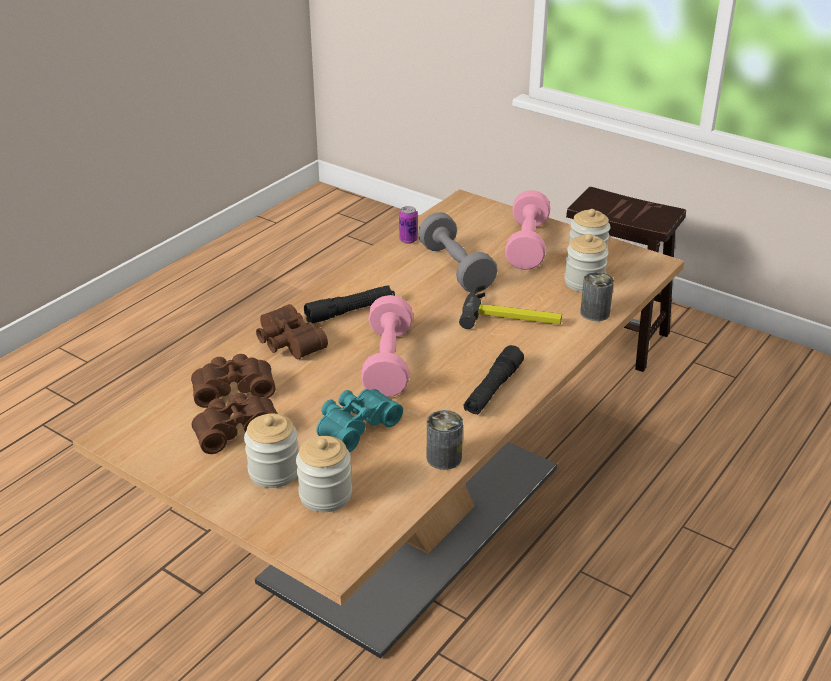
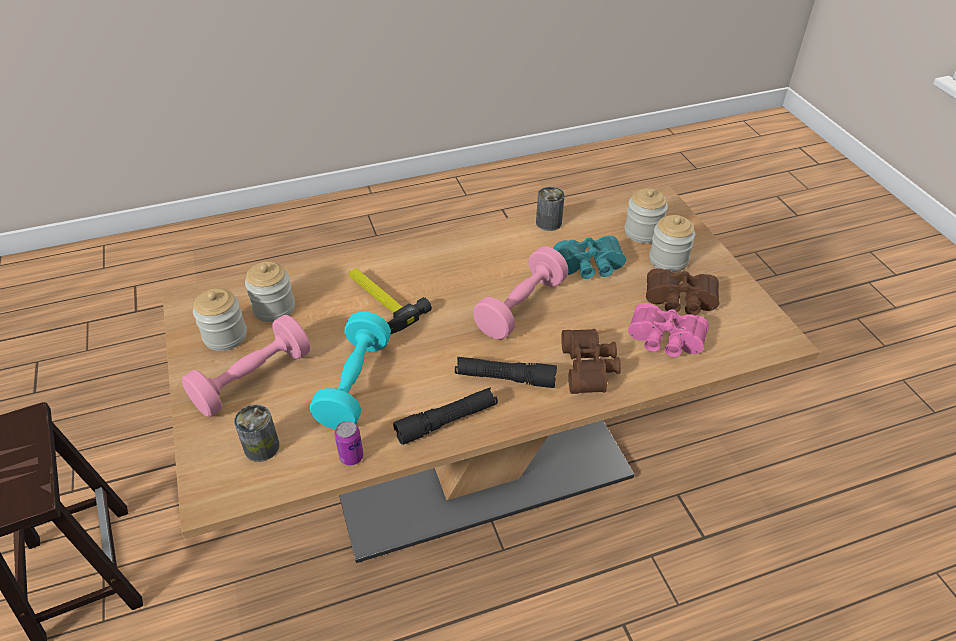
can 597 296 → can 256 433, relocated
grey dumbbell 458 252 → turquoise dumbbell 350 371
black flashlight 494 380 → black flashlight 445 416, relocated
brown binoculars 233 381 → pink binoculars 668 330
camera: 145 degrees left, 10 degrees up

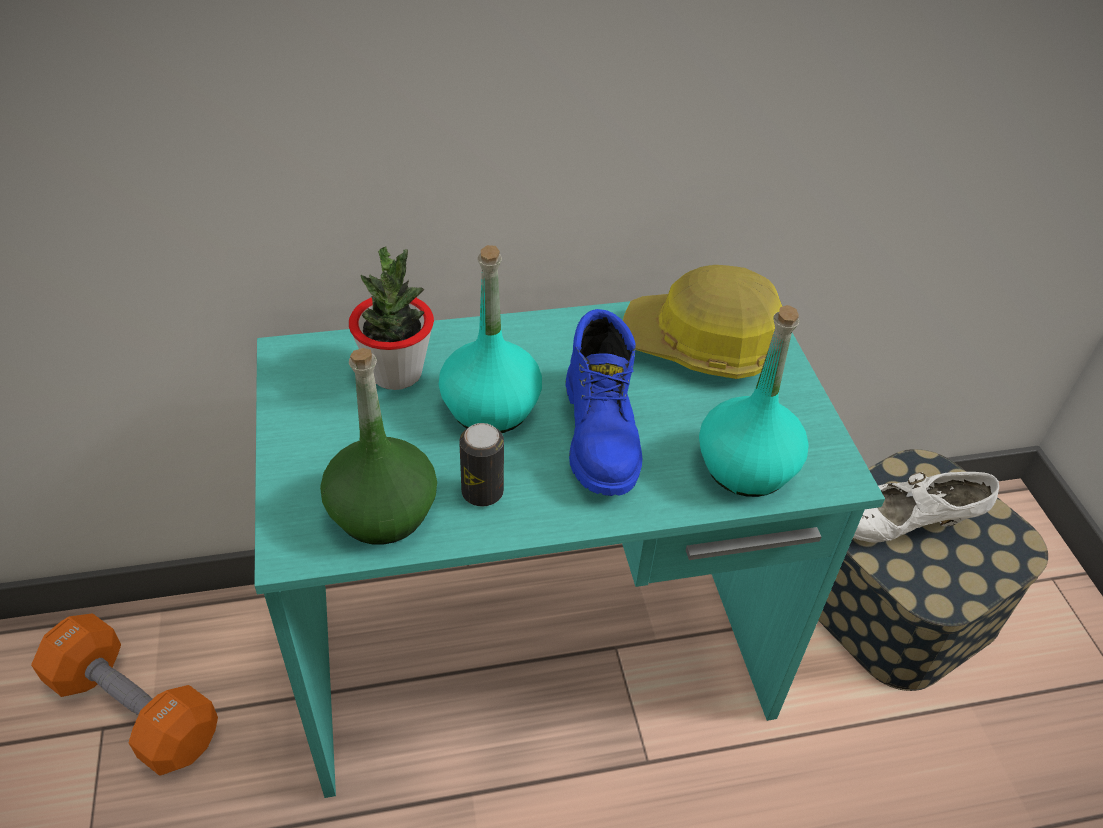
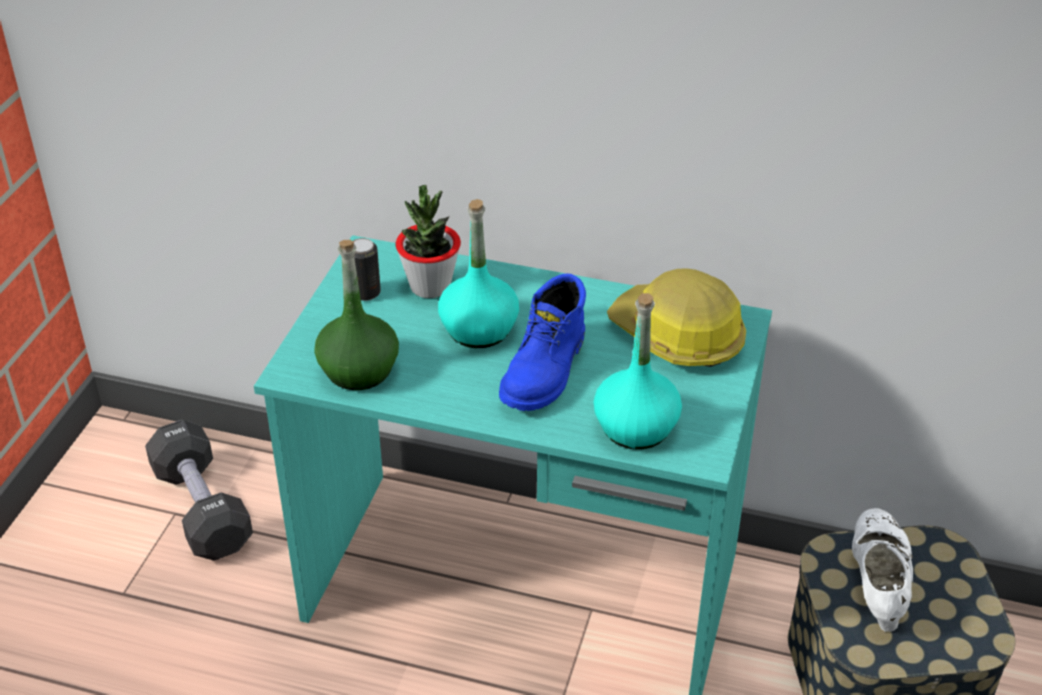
orange dumbbell 124 694 → black dumbbell 199 490
can 481 465 → can 367 269, relocated
white shoe 926 507 → white shoe 882 570, 75 degrees clockwise
camera: 30 degrees right, 5 degrees down

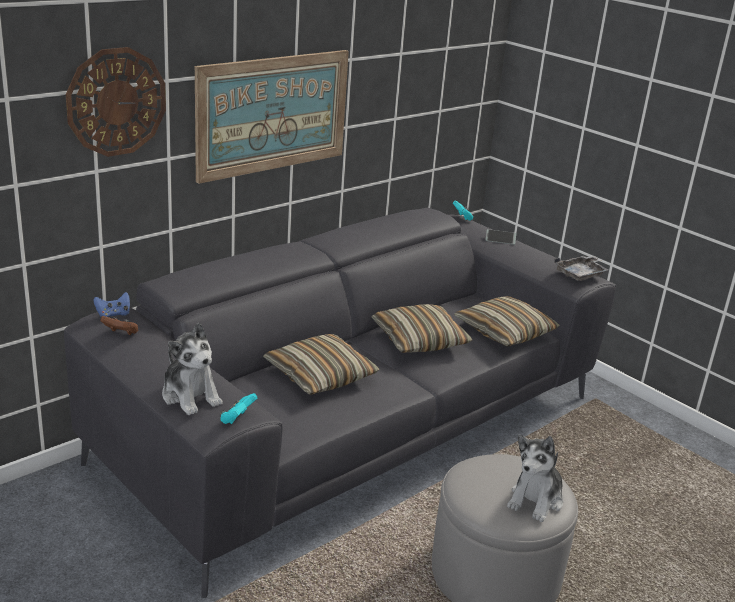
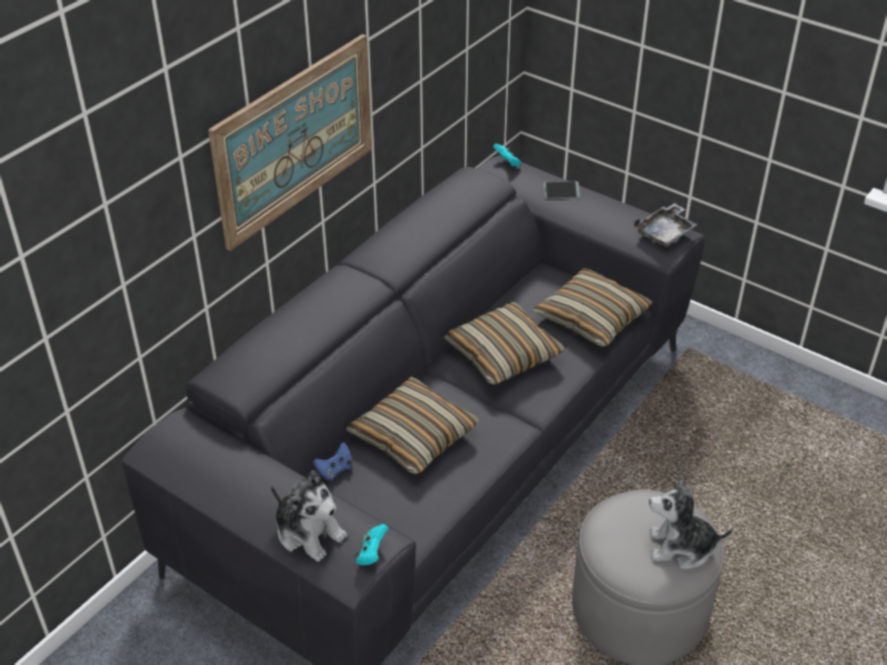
blue game controller 111 304 → blue game controller 333 461, relocated
plush toy 535 478 → plush toy 691 522, 75 degrees clockwise
wall clock 116 102 → -
brown game controller 119 325 → -
camera: 10 degrees left, 15 degrees up

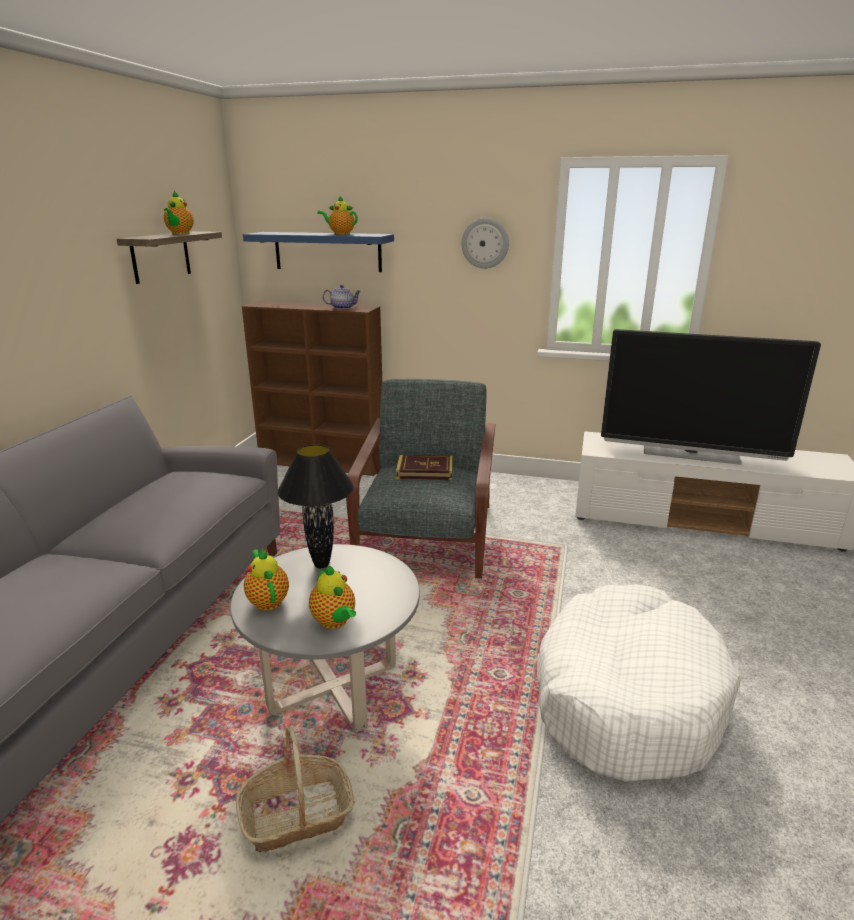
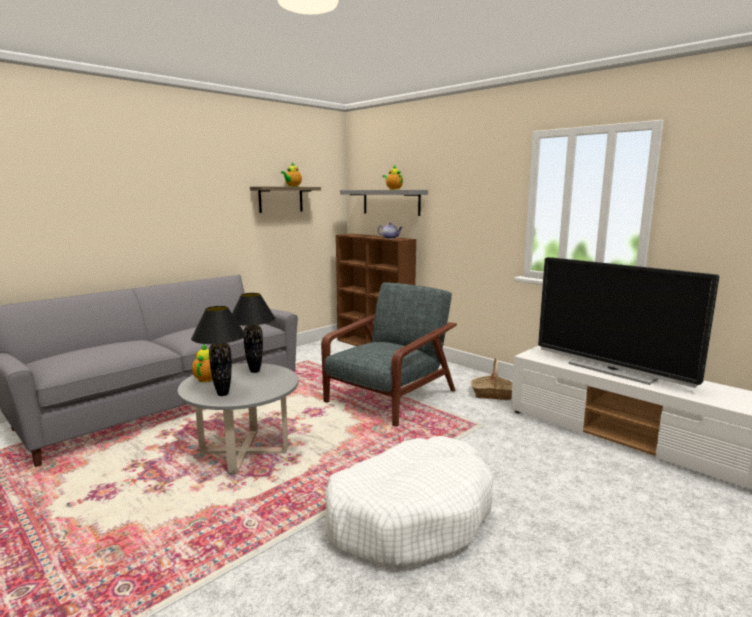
teapot 332 597 → black table lamp 218 351
blue shelf 318 252 → grey shelf 384 203
basket 295 789 → basket 491 378, relocated
book 424 467 → -
wall clock 485 243 → -
camera: 30 degrees right, 10 degrees down

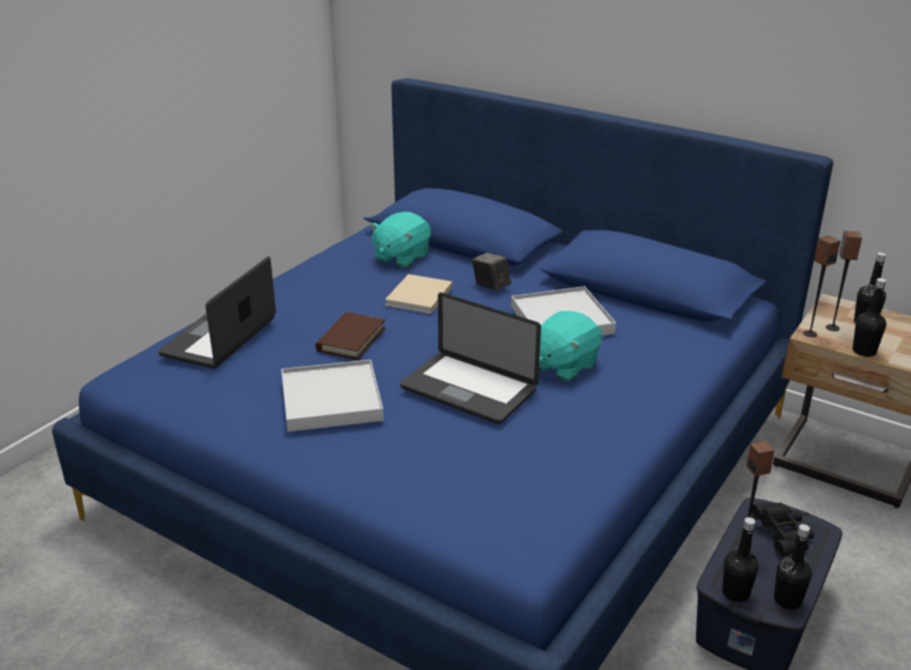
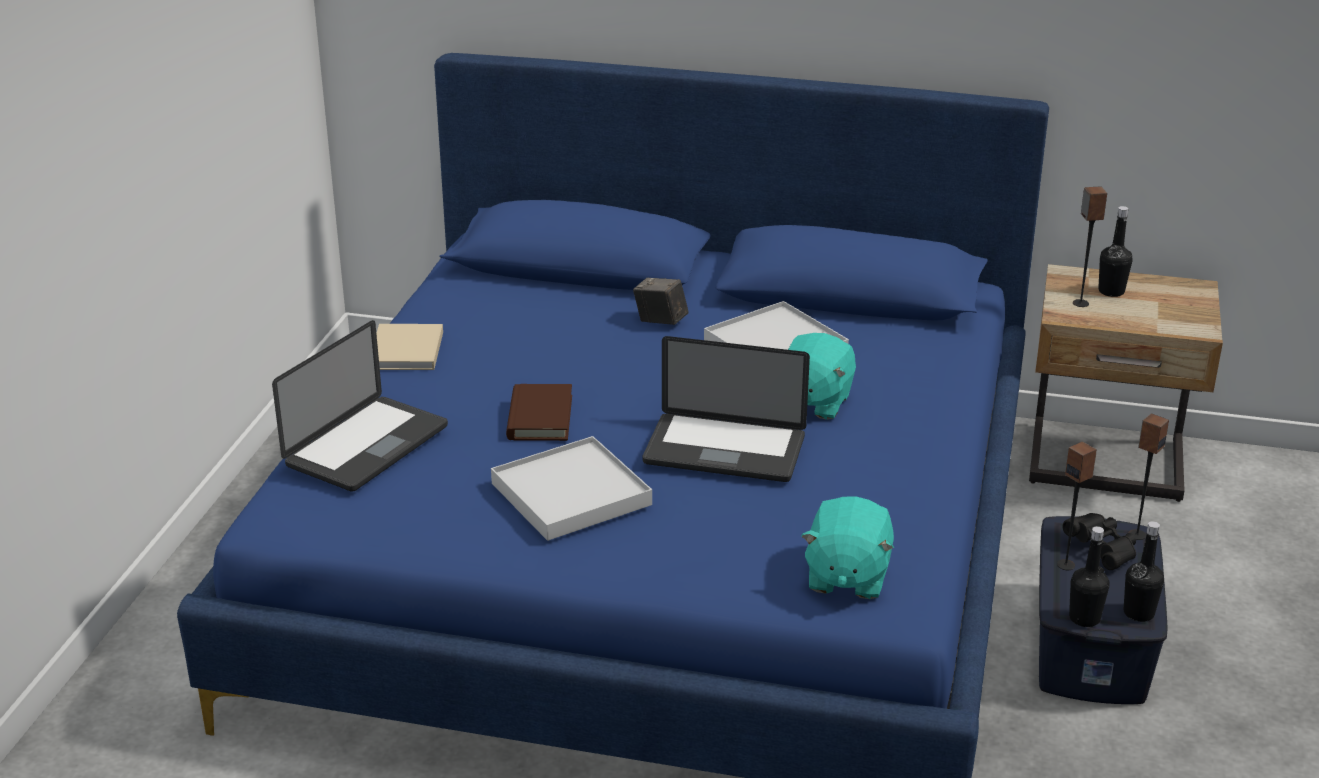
laptop 217 312 → laptop 360 406, 150 degrees counterclockwise
beige book 419 294 → beige book 409 347, relocated
turquoise plush toy 400 240 → turquoise plush toy 847 548, relocated
speaker 821 286 → speaker 1149 477, relocated
black bottle 869 317 → -
camera: 20 degrees left, 0 degrees up

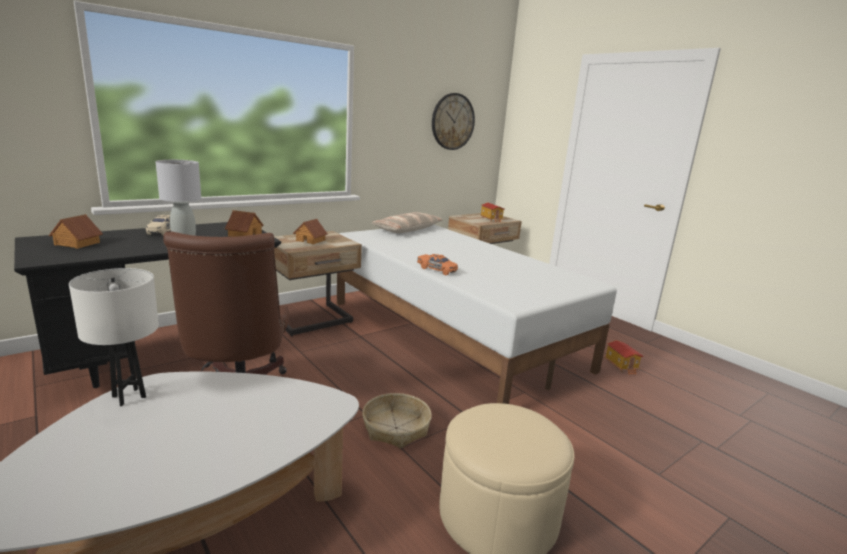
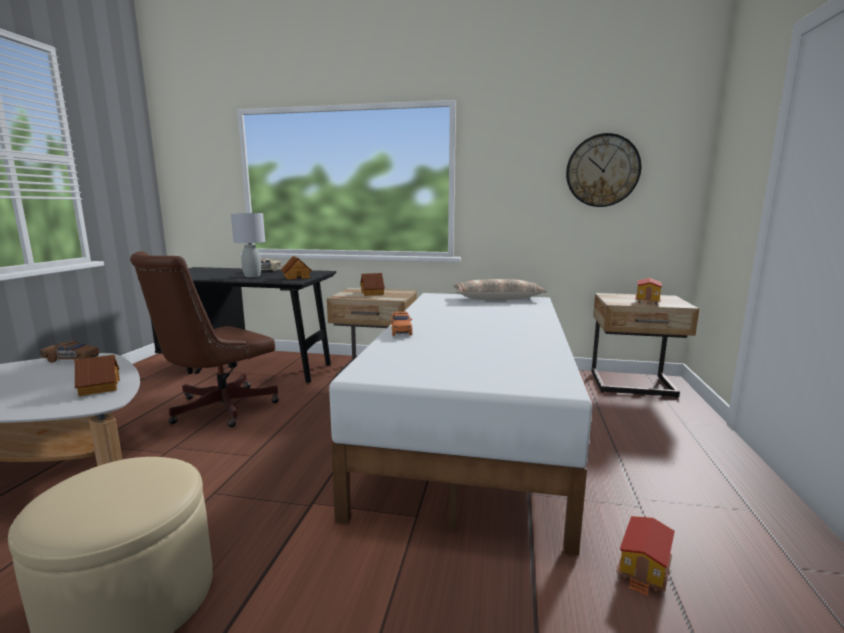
white table lamp 114 337 → brown toy car 69 352
toy house 76 231 → toy house 97 375, relocated
basket 397 420 → -
camera: 50 degrees right, 5 degrees down

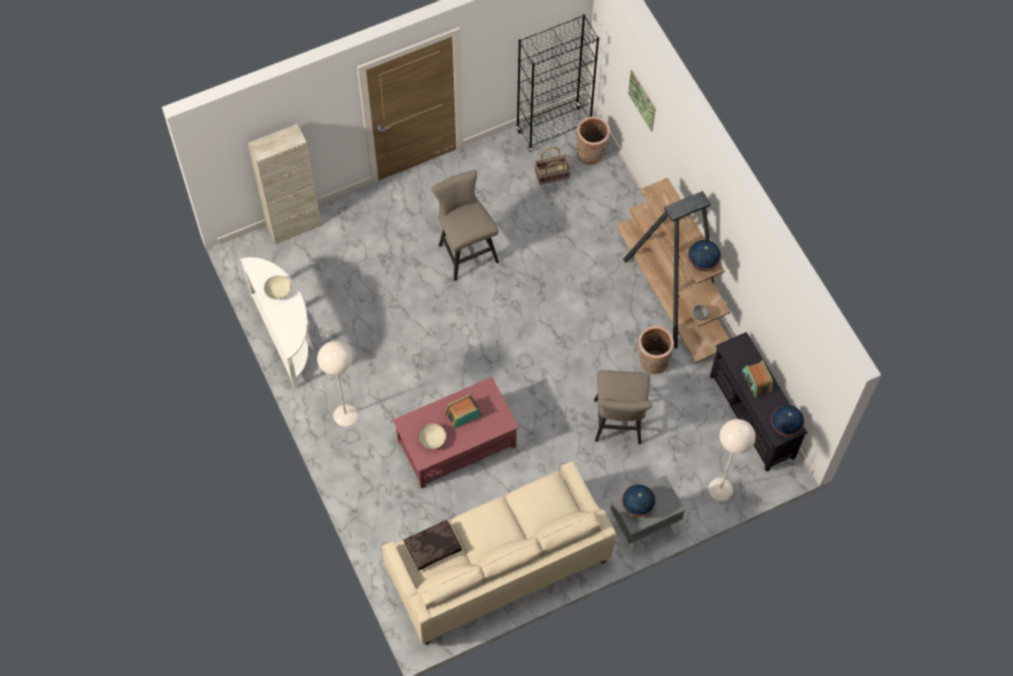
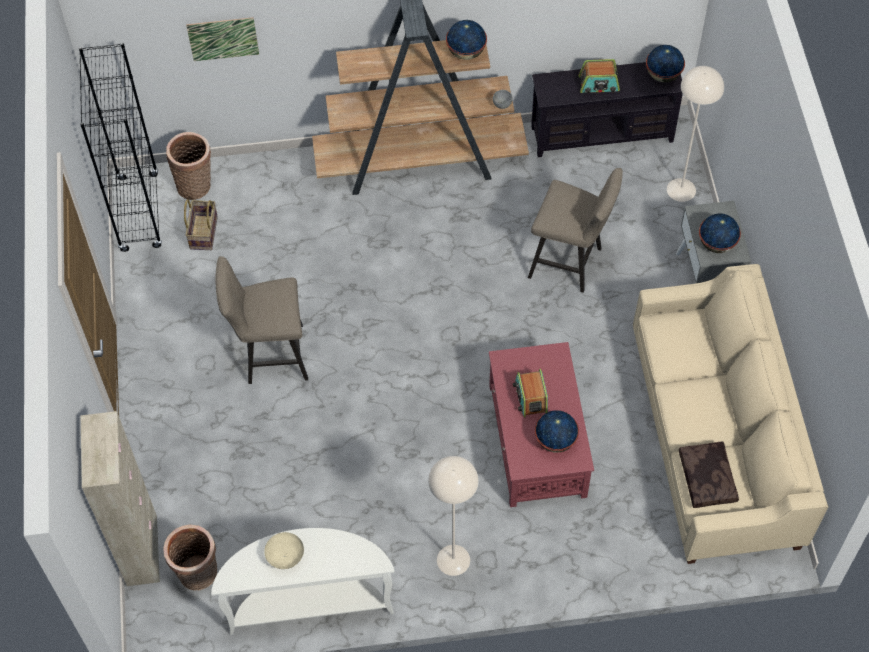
basket 656 350 → basket 190 557, relocated
beige bowl 432 436 → globe 557 431
camera: 70 degrees left, 5 degrees down

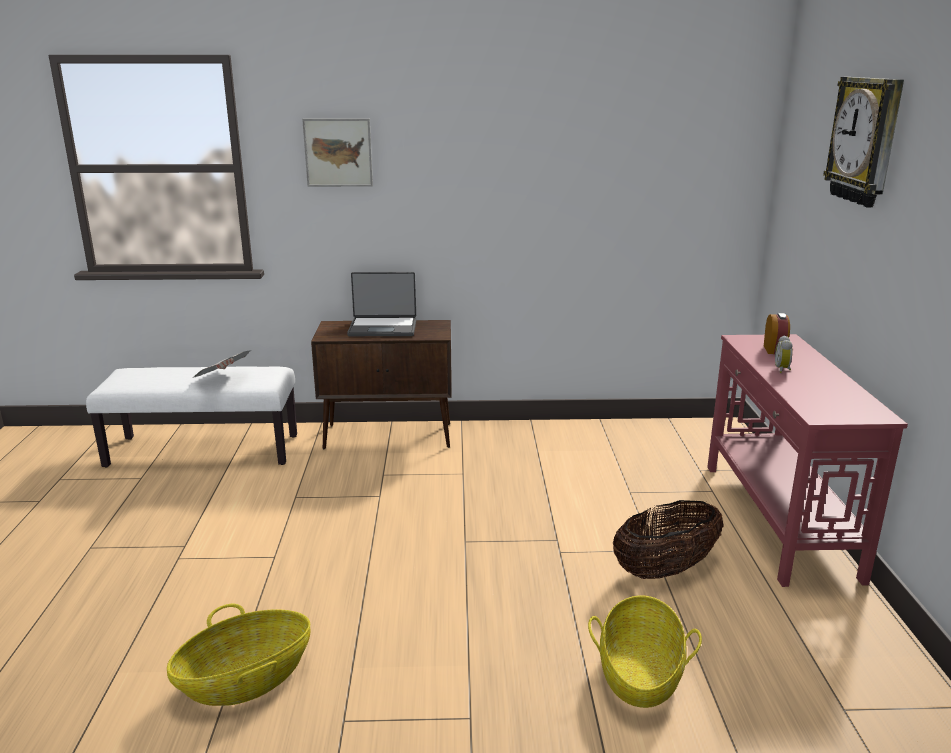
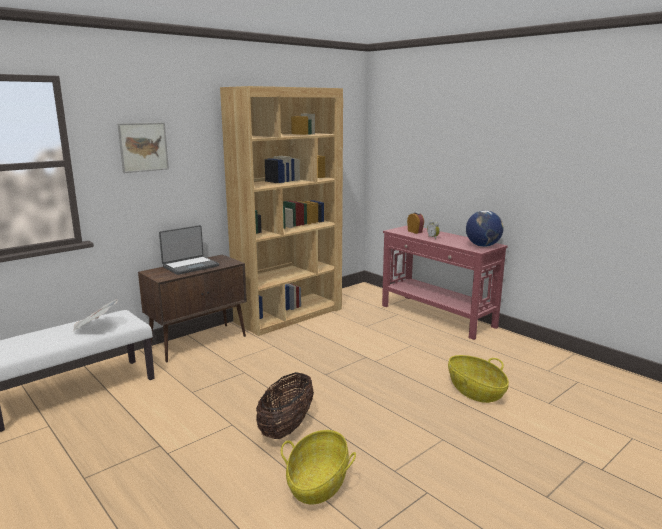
- → brown bookcase 281 211
basket 668 539 → basket 285 405, relocated
- → globe 485 228
wall clock 863 142 → -
camera: 40 degrees left, 5 degrees down

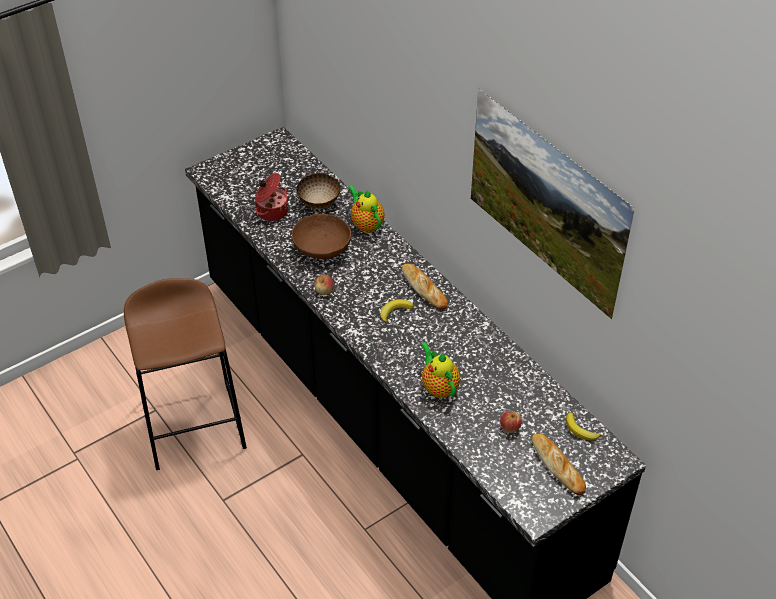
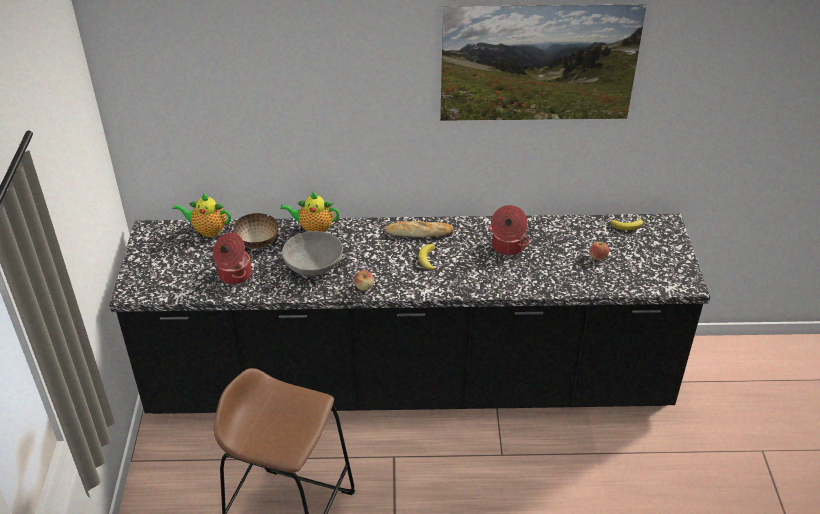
teapot 440 370 → teapot 202 215, relocated
brown bowl 321 236 → grey bowl 312 253
- → cooking pot 509 230
bread 559 464 → -
camera: 55 degrees left, 5 degrees down

